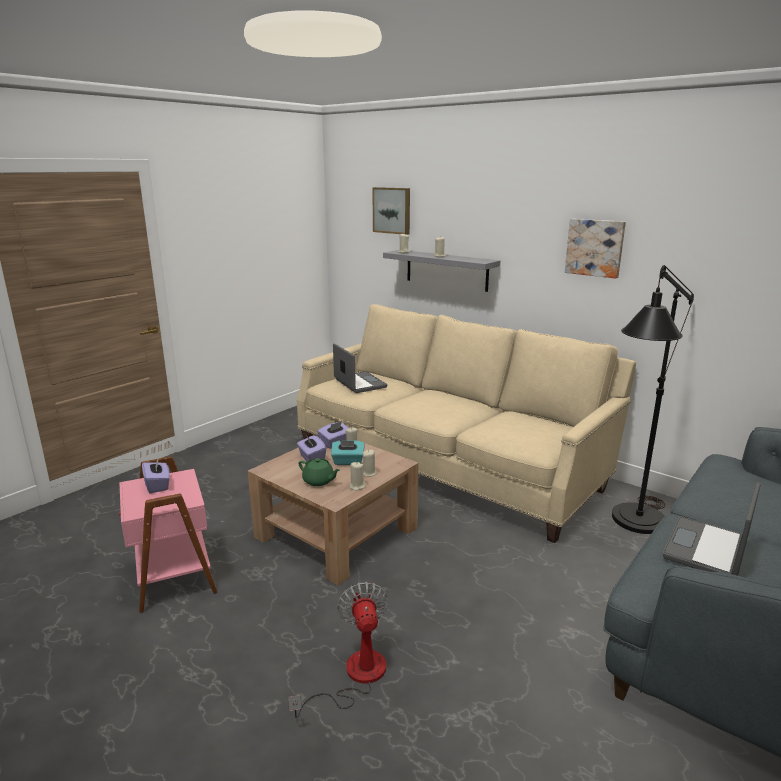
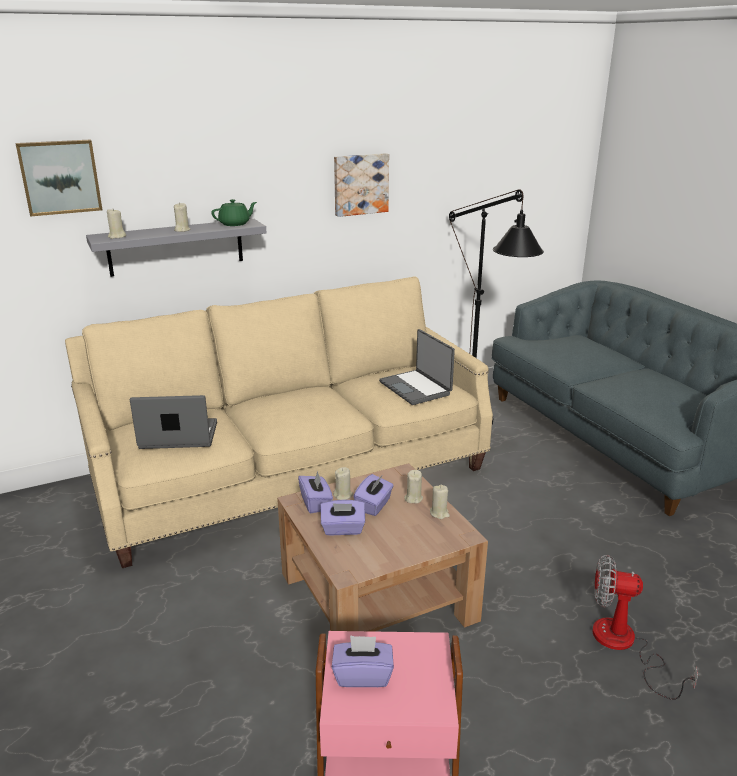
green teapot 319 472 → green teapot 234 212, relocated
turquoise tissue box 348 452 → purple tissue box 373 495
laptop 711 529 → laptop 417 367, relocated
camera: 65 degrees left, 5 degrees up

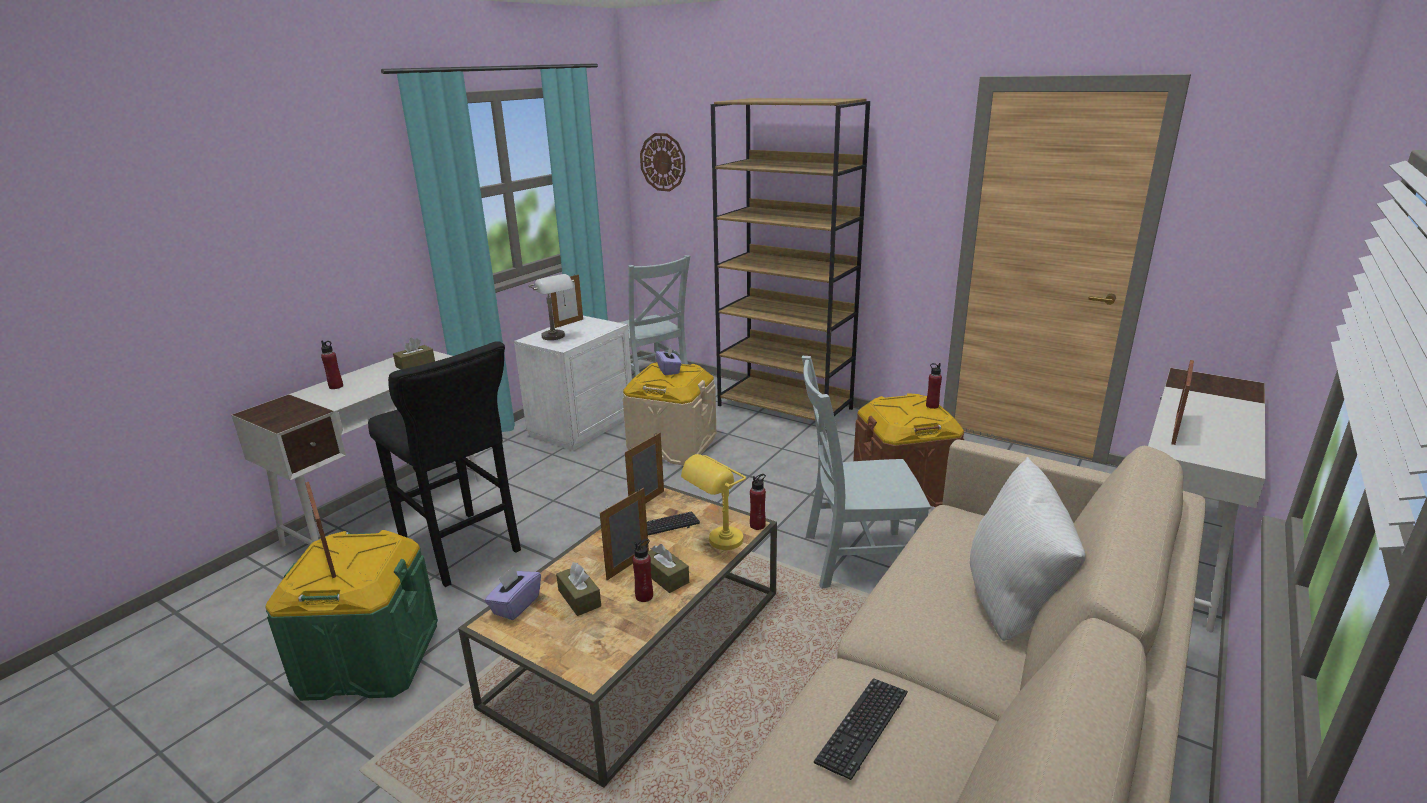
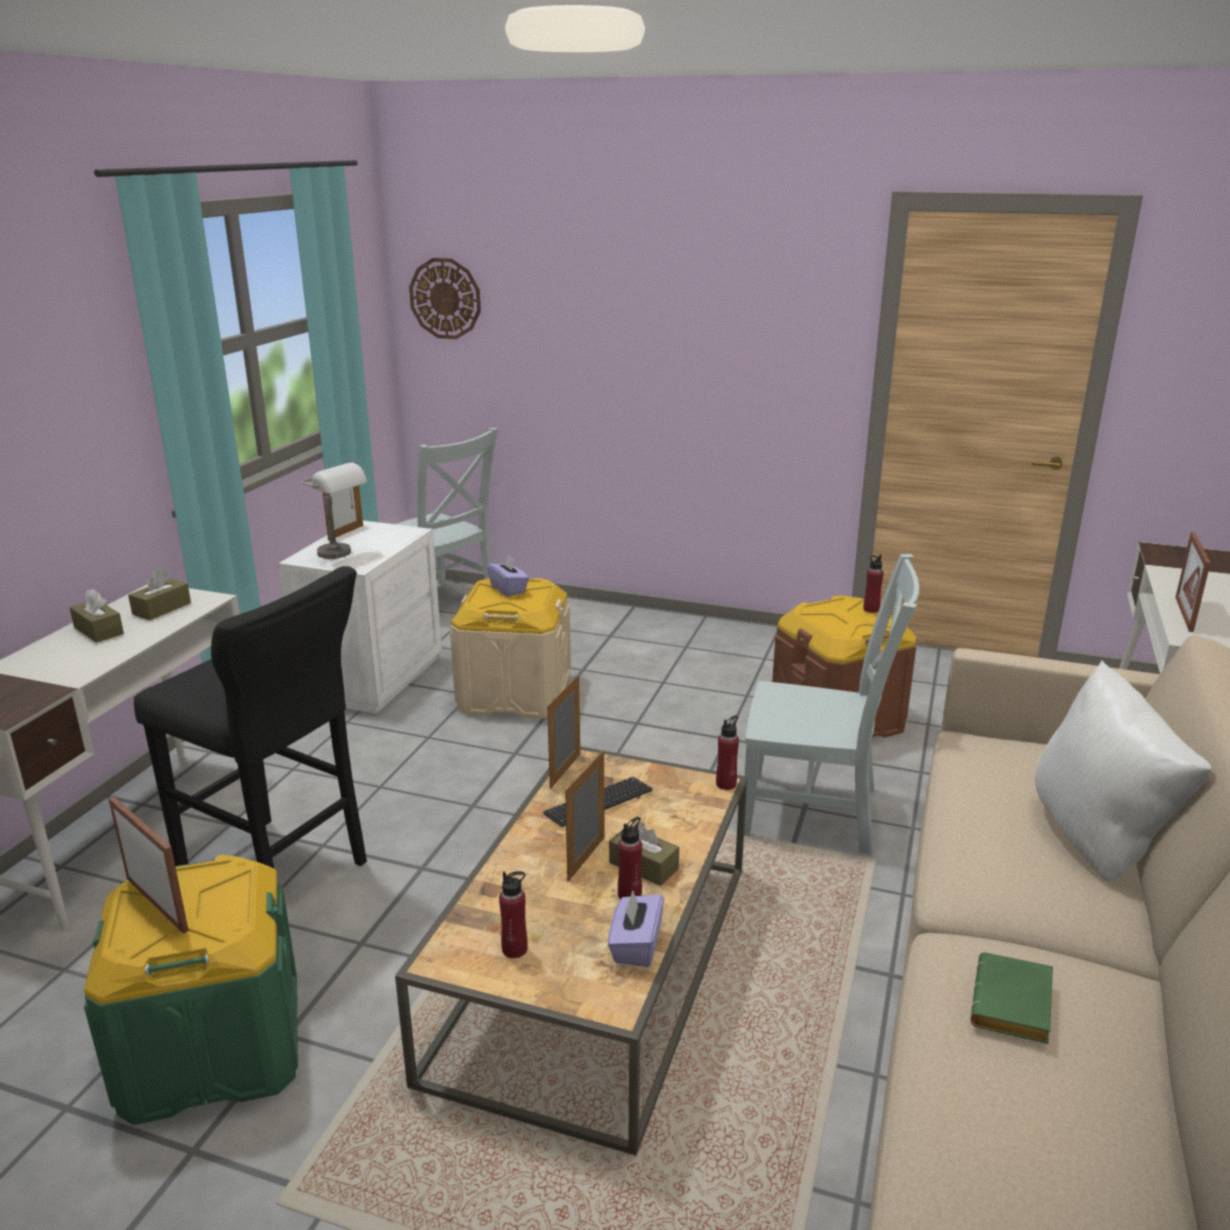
brown tissue box 578 589 → brown tissue box 97 616, relocated
red bottle 332 364 → red bottle 513 914, relocated
purple tissue box 513 593 → purple tissue box 636 928, relocated
grey chair 866 472 → grey chair 832 704, 150 degrees counterclockwise
keyboard 861 729 → green book 1012 998
yellow table lamp 713 502 → -
brown bookcase 790 263 → -
camera: 15 degrees left, 0 degrees up

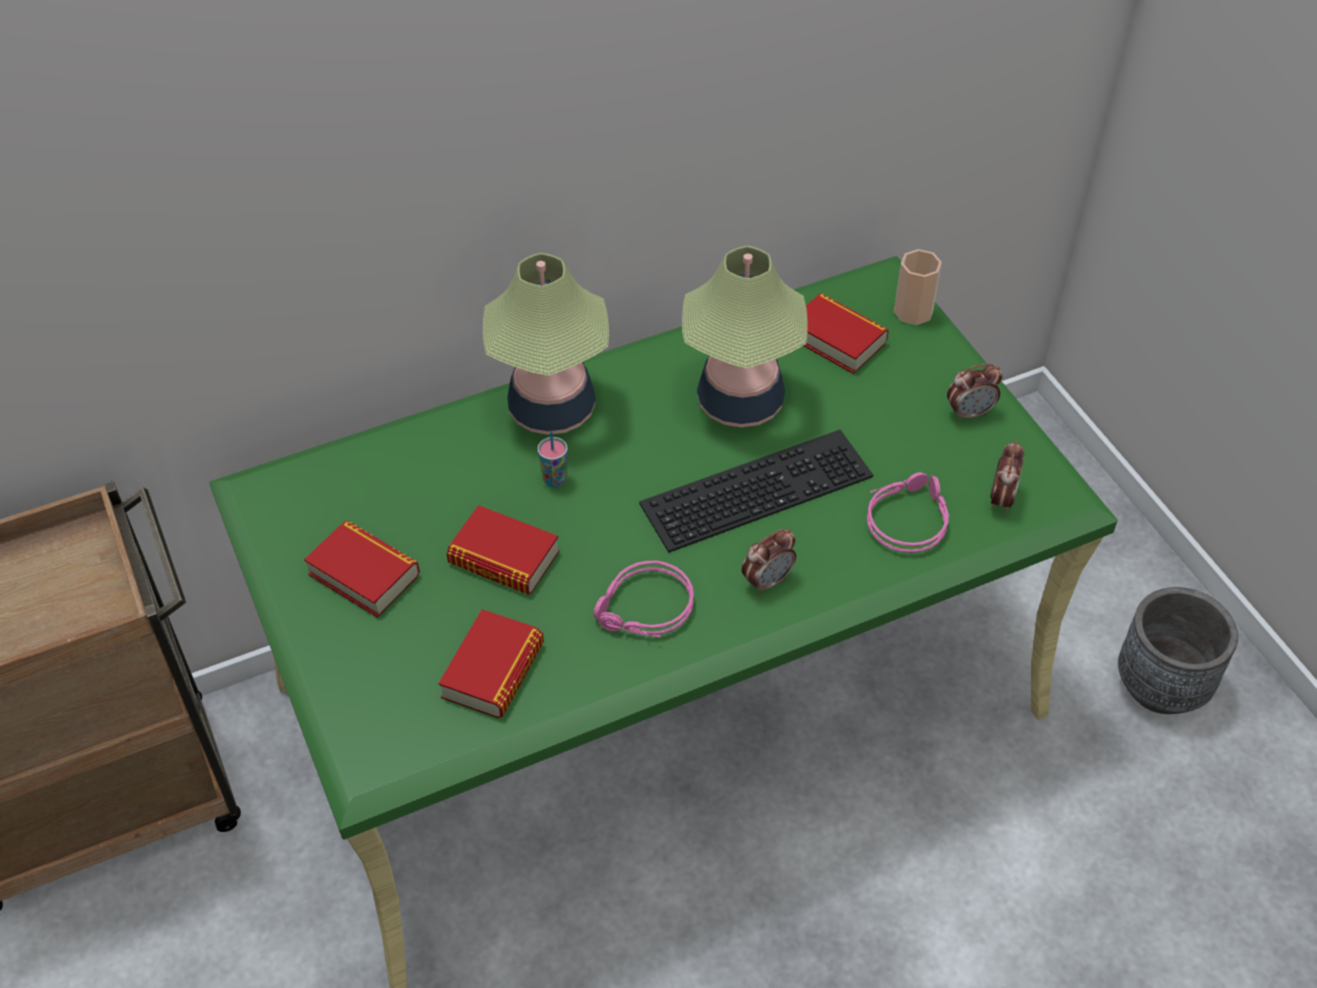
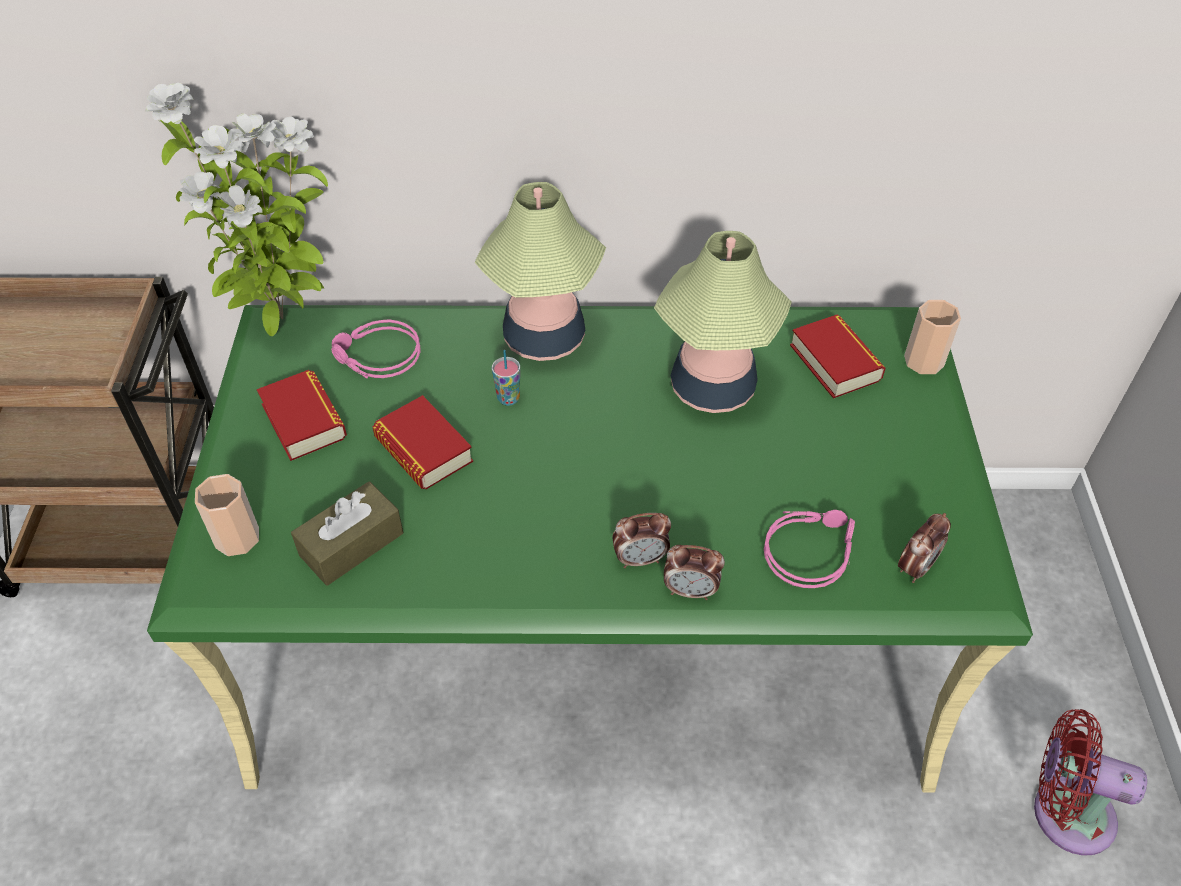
- → potted plant 236 209
- → cup 227 515
book 491 663 → brown tissue box 347 533
pink headphones 643 599 → pink headphones 376 349, relocated
alarm clock 974 392 → alarm clock 694 572, relocated
grey planter 1178 650 → red fan 1090 782
keyboard 756 491 → -
camera: 25 degrees right, 0 degrees up

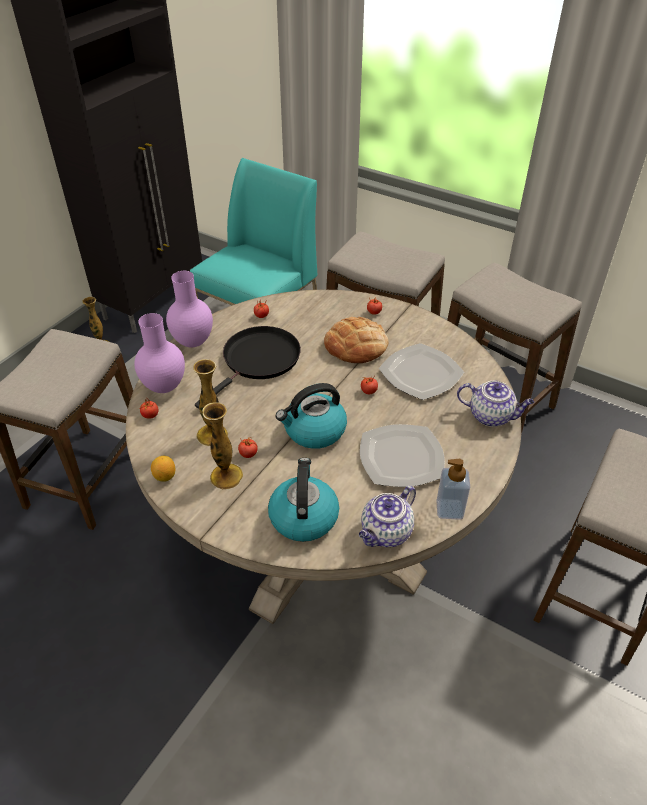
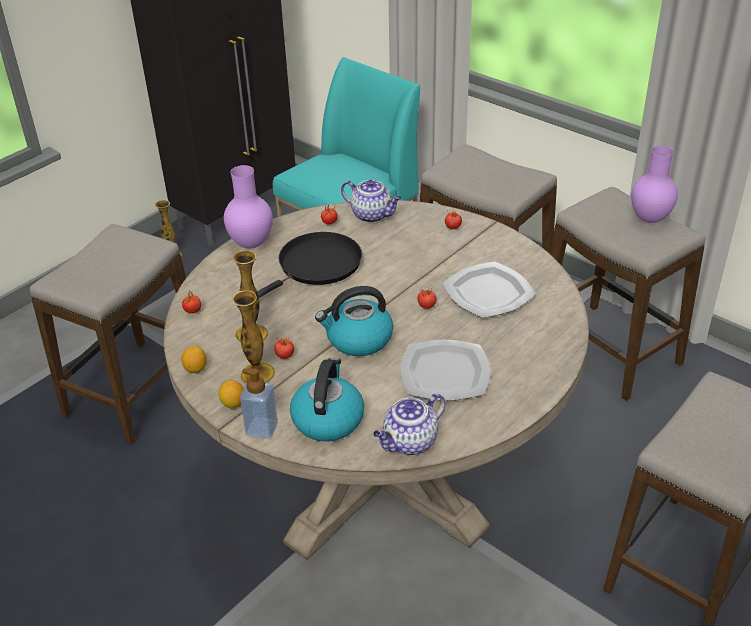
- → lemon 231 394
soap dispenser 453 489 → soap dispenser 259 404, relocated
teapot 495 404 → teapot 371 201, relocated
purple vase 159 353 → purple vase 654 184, relocated
bread 356 340 → -
camera: 10 degrees right, 5 degrees down

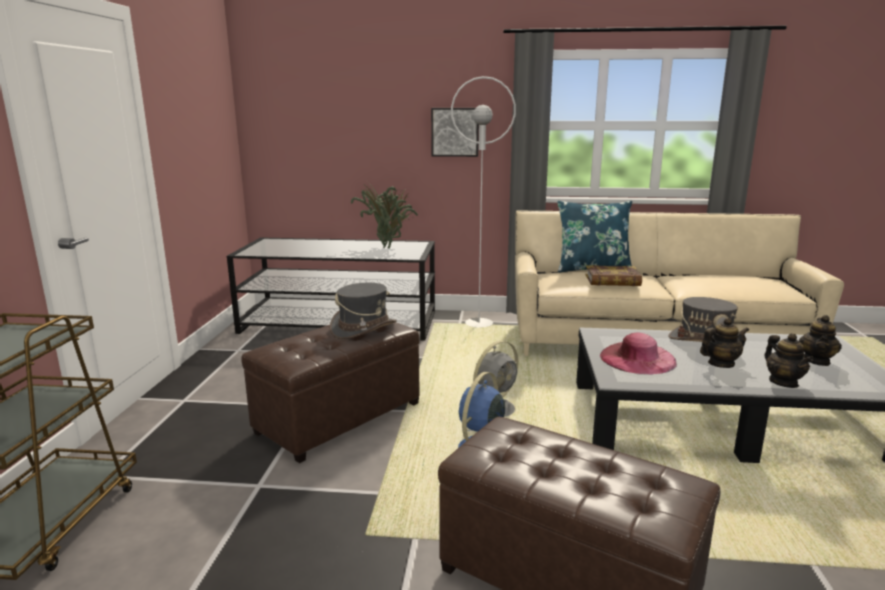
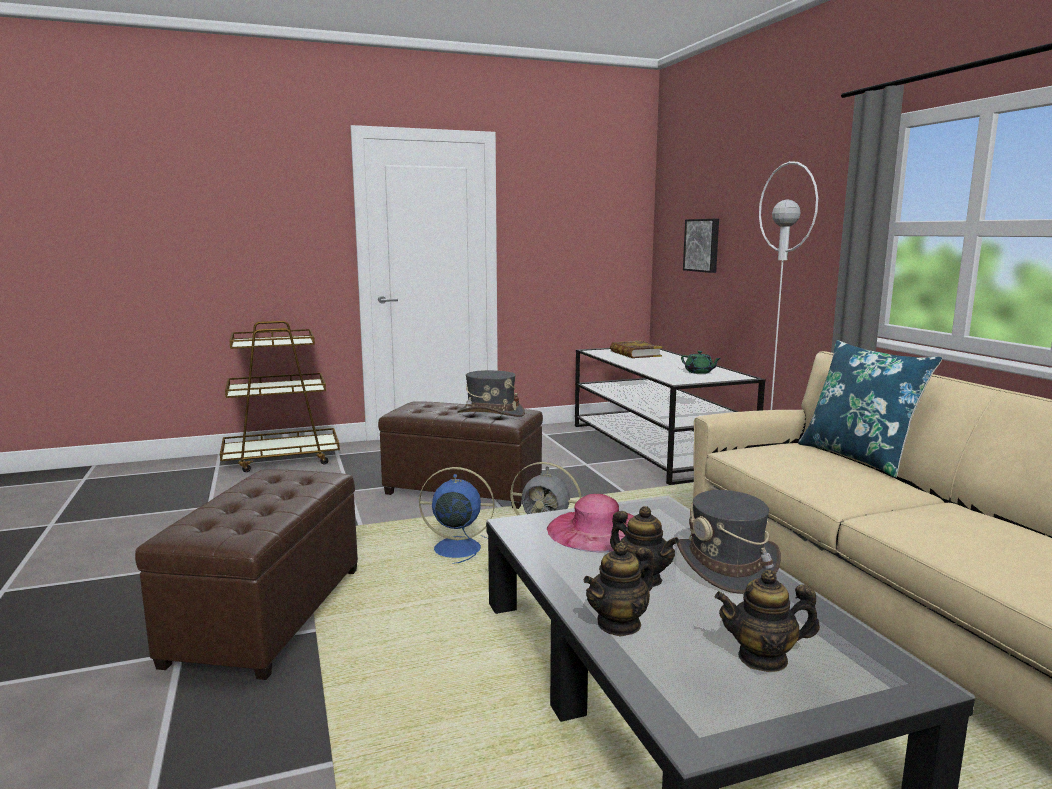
book 614 275 → book 636 349, relocated
potted plant 384 215 → green teapot 701 362
picture 455 132 → picture 701 246, relocated
camera: 65 degrees right, 5 degrees down

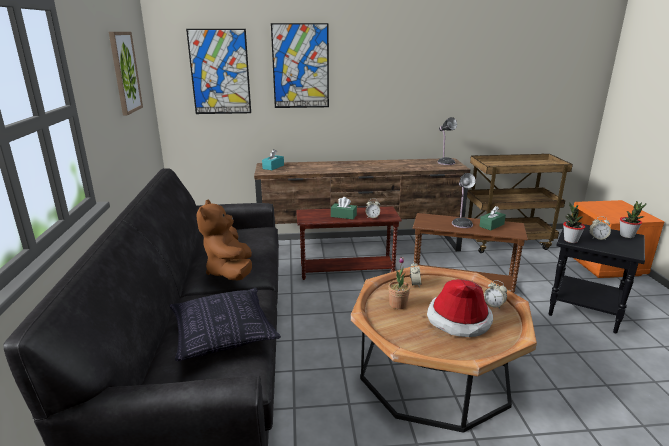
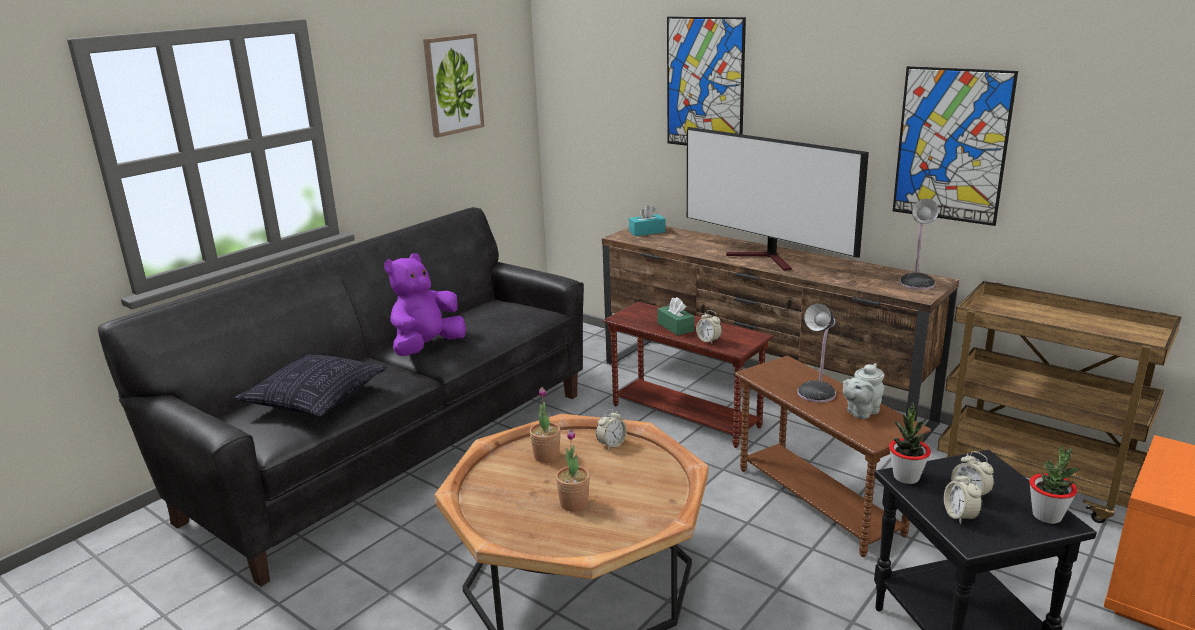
brown plush toy 224 239 → purple plush toy 425 305
hat 460 308 → potted plant 573 470
- → television 778 199
green tissue box 492 218 → grey teapot 863 391
picture 218 71 → picture 955 146, relocated
alarm clock 495 294 → alarm clock 963 498, relocated
camera: 45 degrees right, 0 degrees up

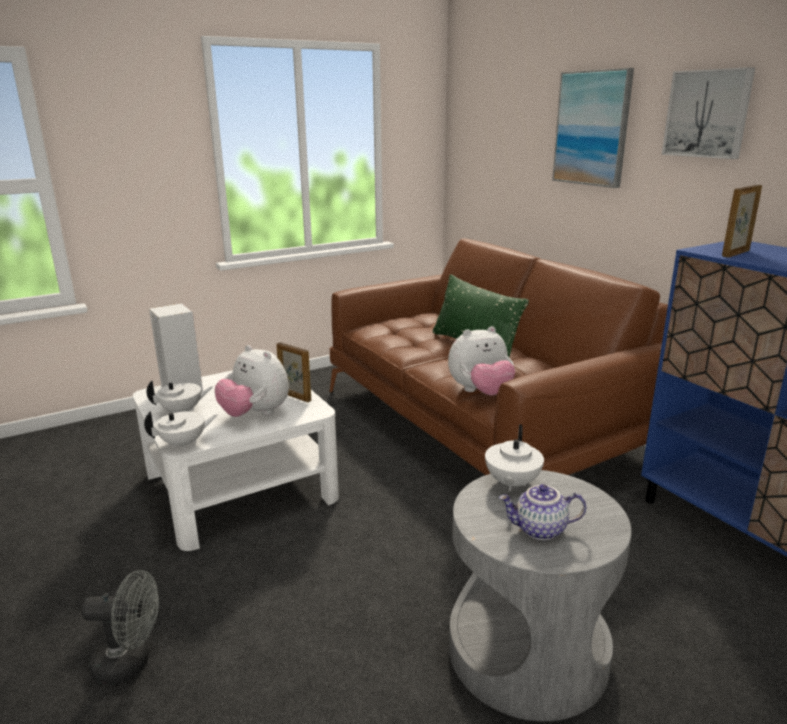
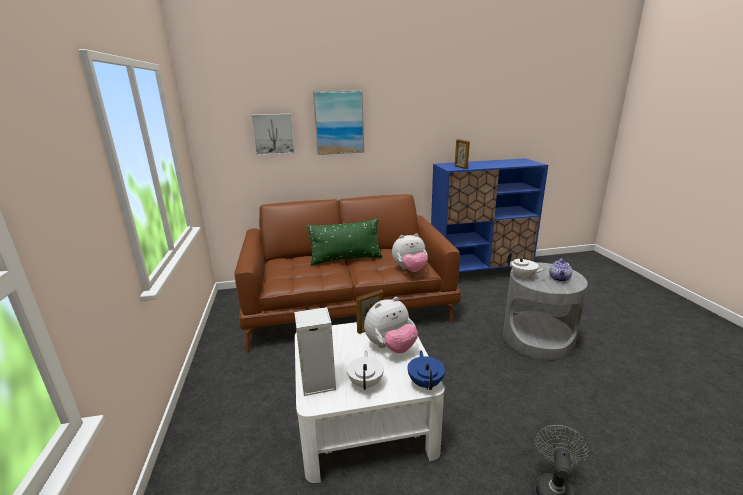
picture 708 113 → picture 273 134, relocated
plush toy 481 360 → plush toy 410 252, 75 degrees clockwise
white teapot 181 430 → blue teapot 426 370
camera: 70 degrees left, 0 degrees up

